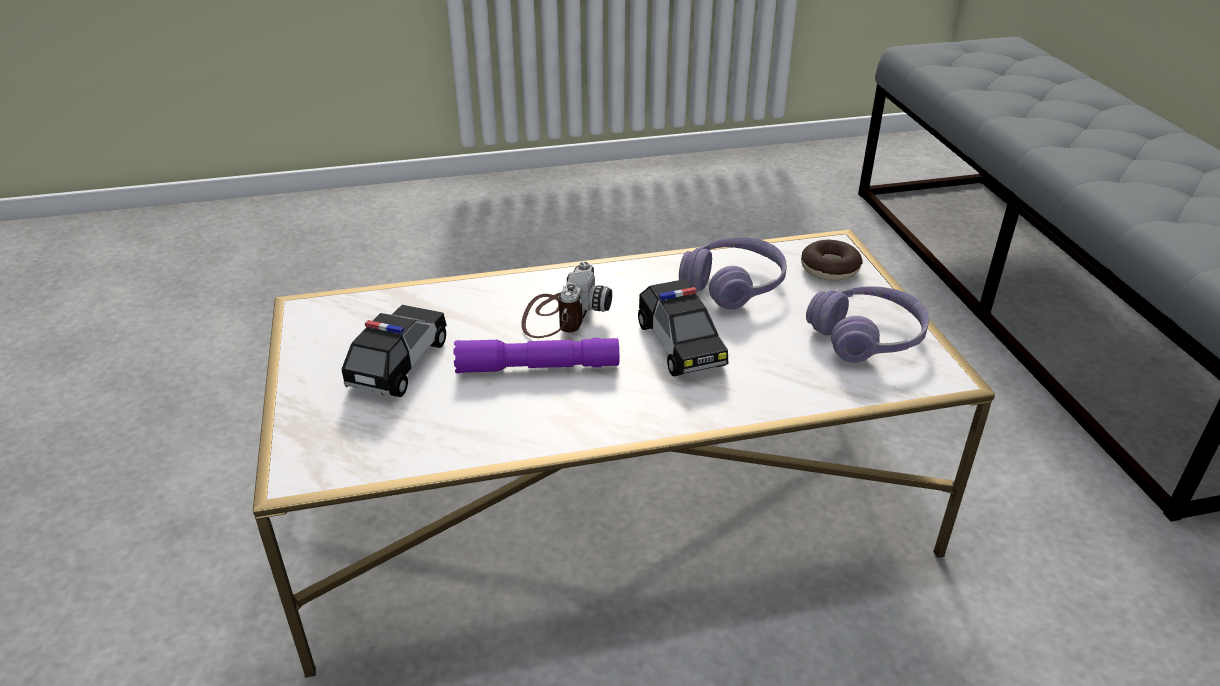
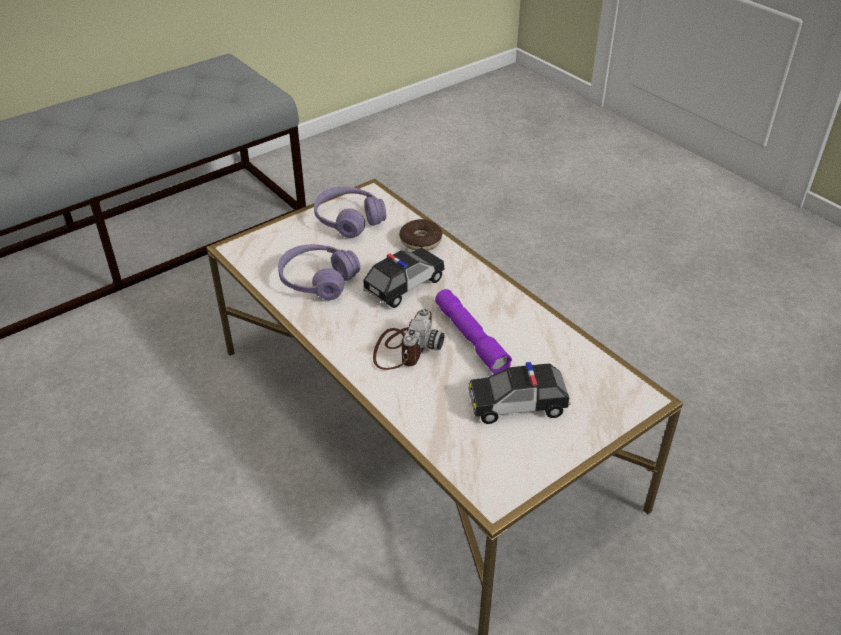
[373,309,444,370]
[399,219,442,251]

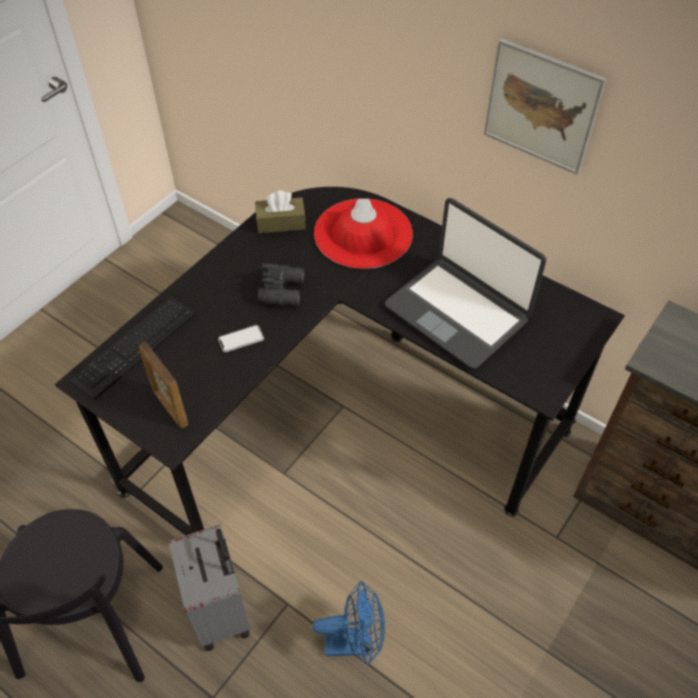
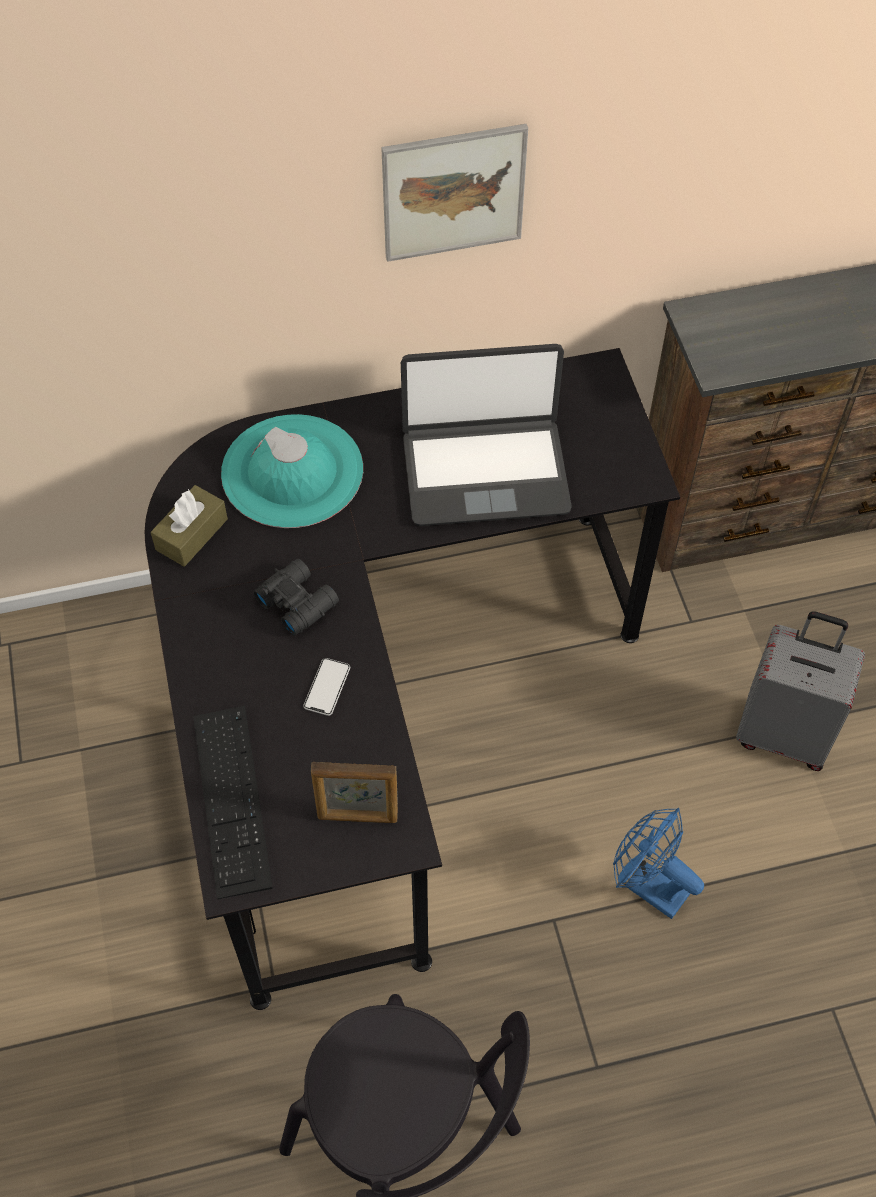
[736,611,865,771]
[613,808,704,919]
[221,414,363,528]

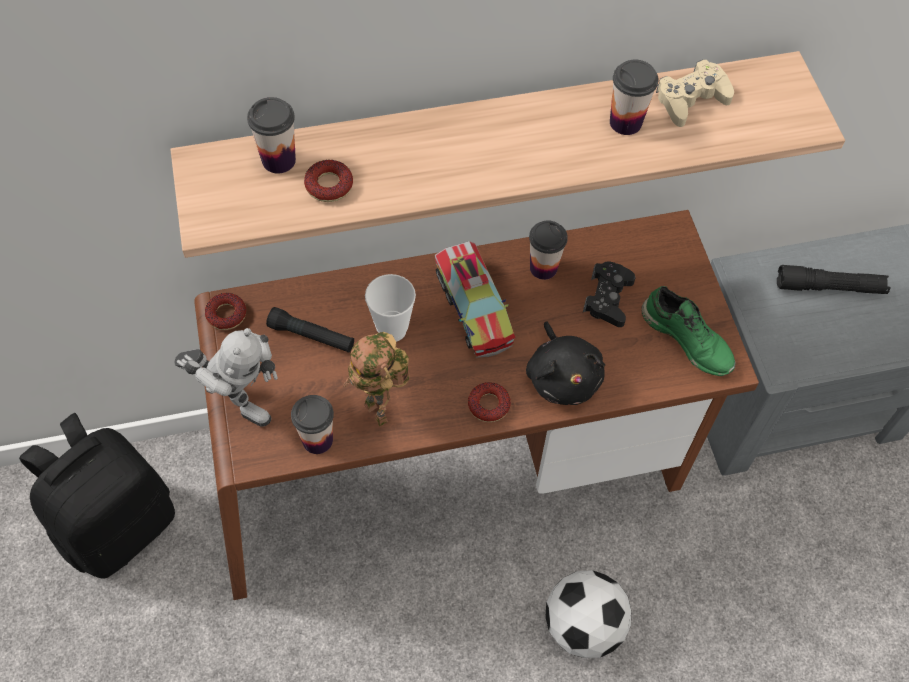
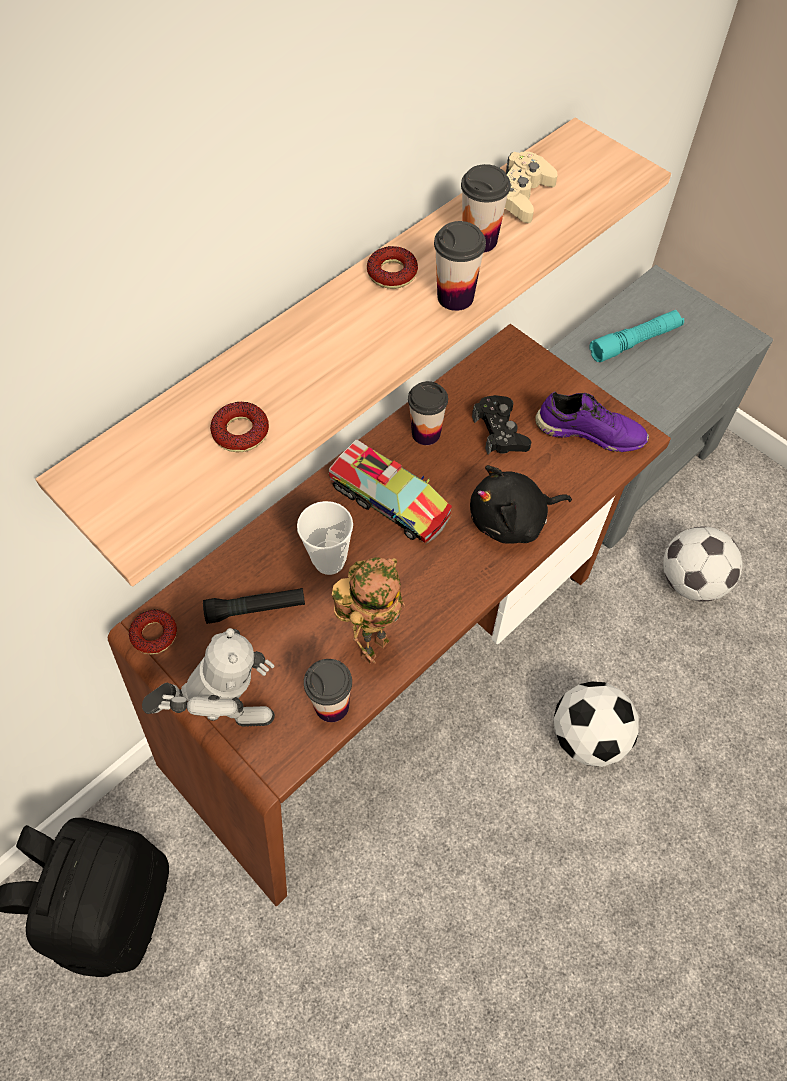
[434,221,486,311]
[332,557,405,664]
[367,246,418,289]
[470,465,572,544]
[535,392,649,452]
[590,310,684,362]
[663,526,742,602]

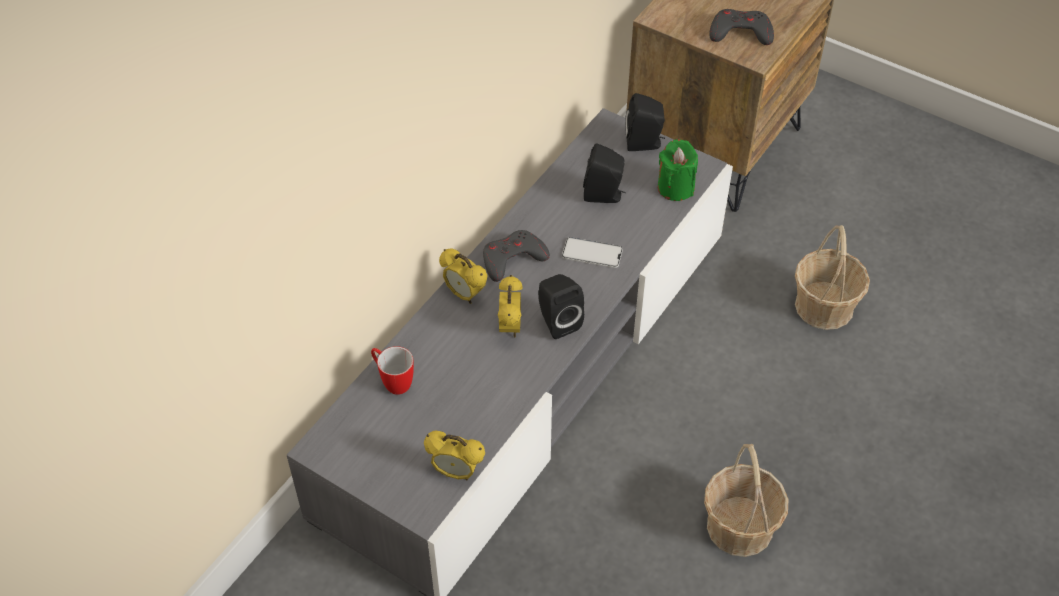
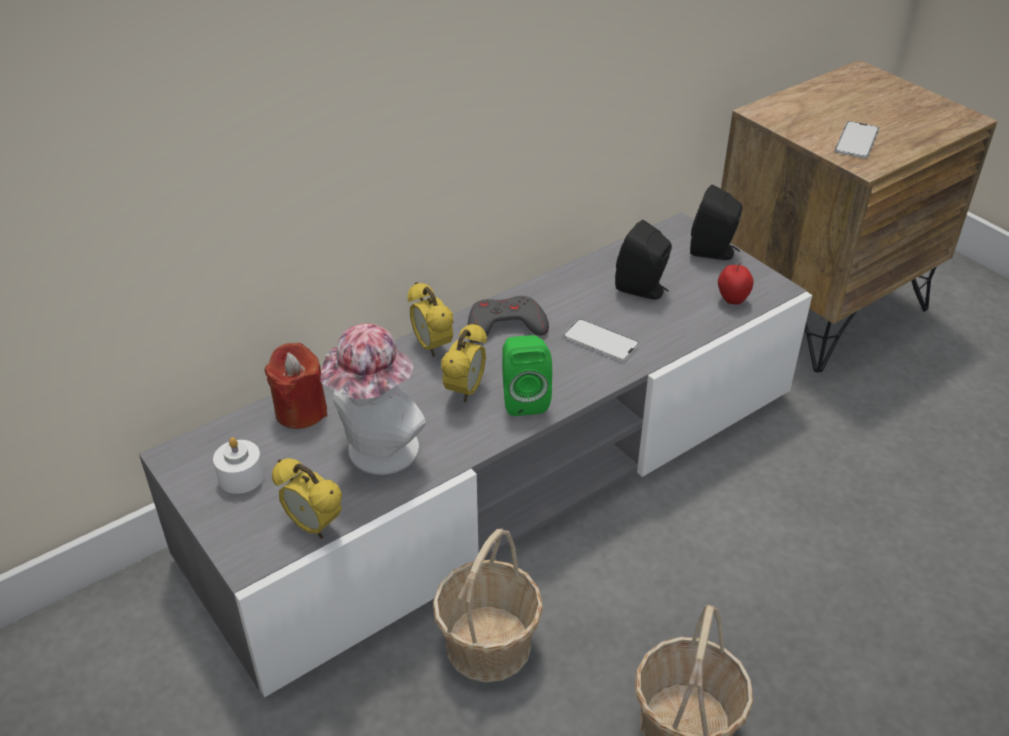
[264,343,327,429]
[502,335,552,416]
[718,263,754,305]
[835,121,879,158]
[433,529,543,683]
[213,437,264,494]
[320,323,426,475]

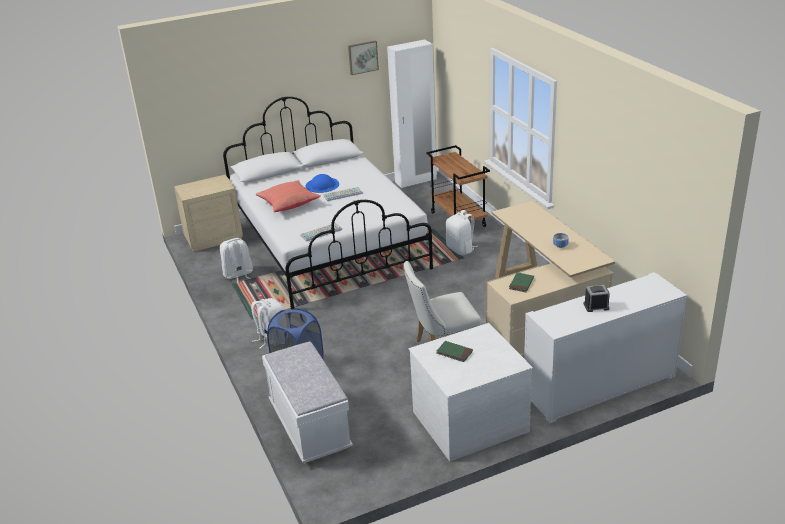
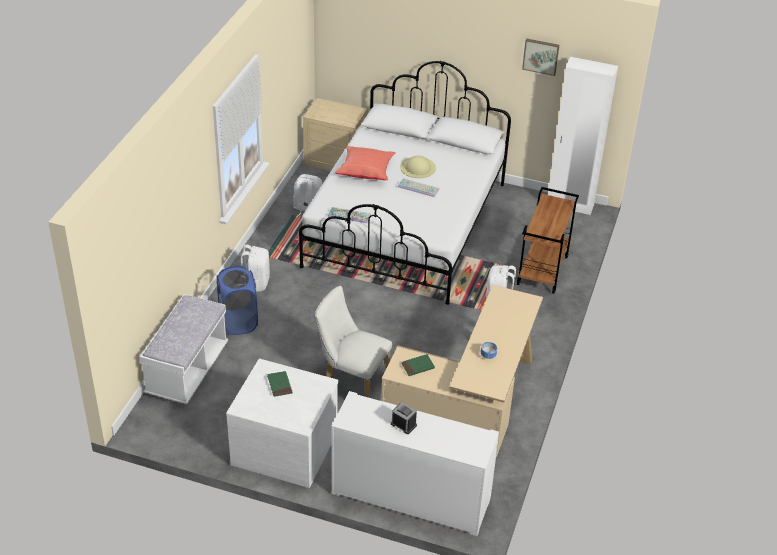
[400,156,436,178]

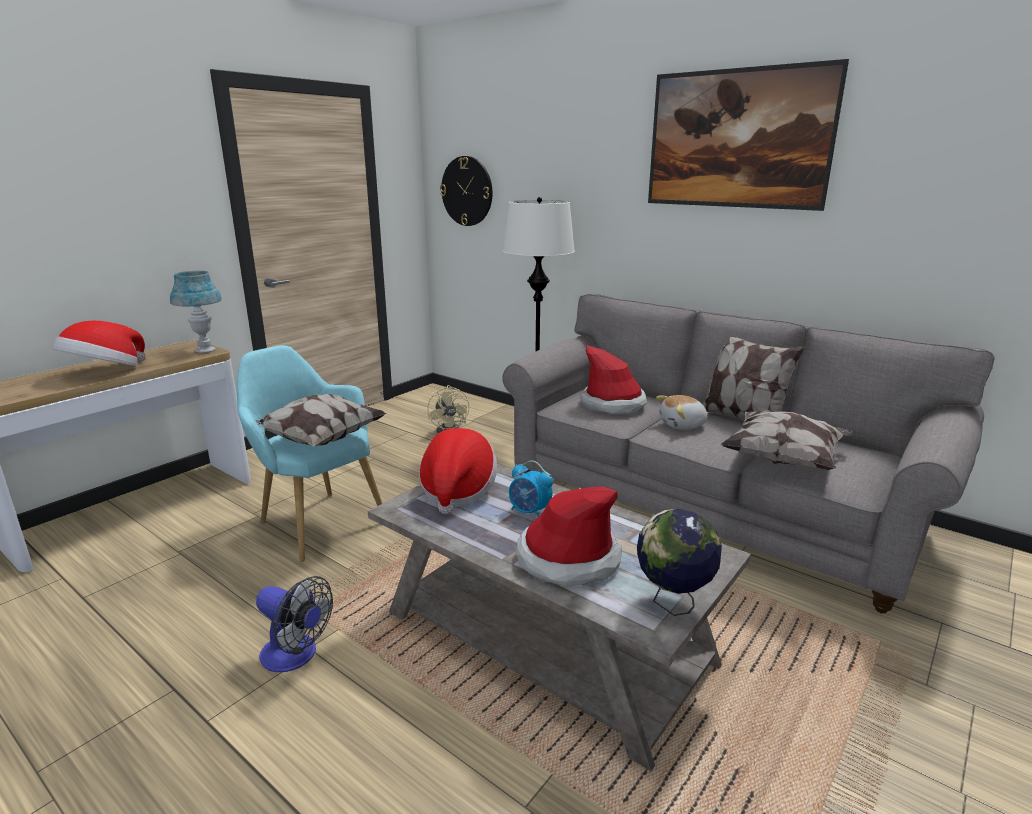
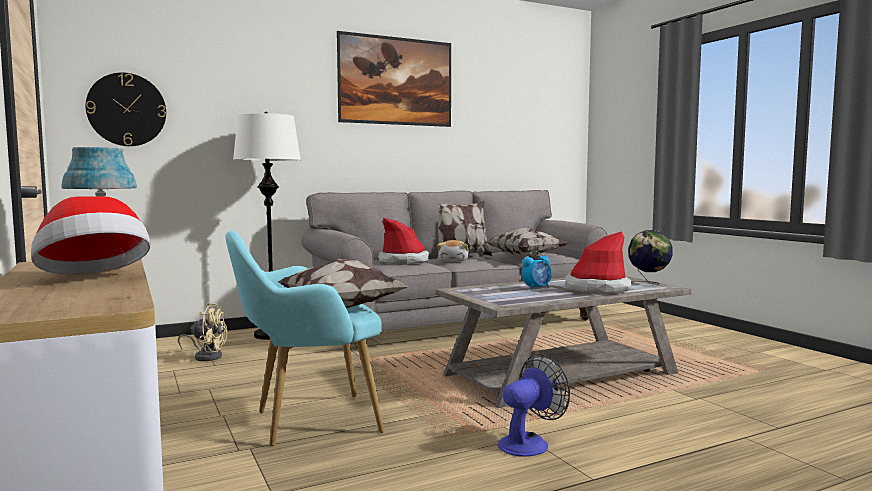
[419,428,497,514] (first image)

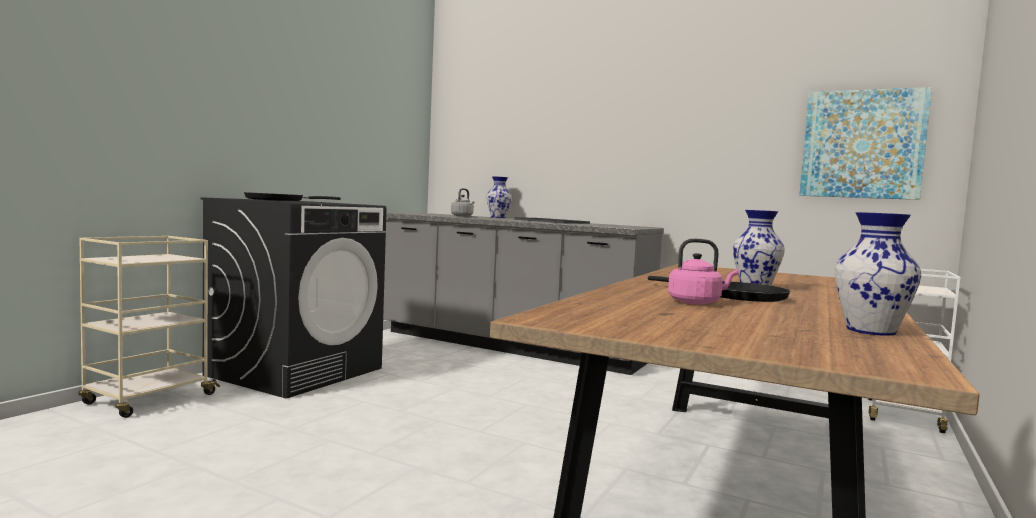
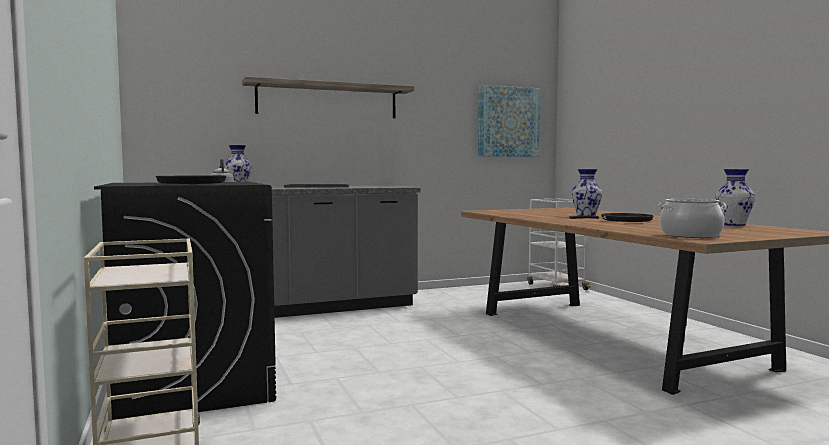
[668,239,739,305] (first image)
[242,77,414,118]
[658,199,727,238]

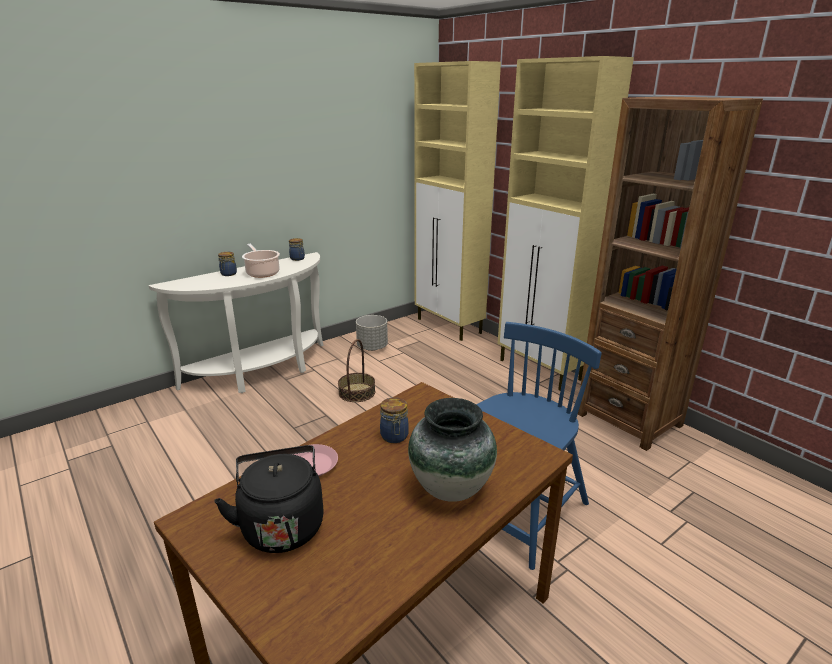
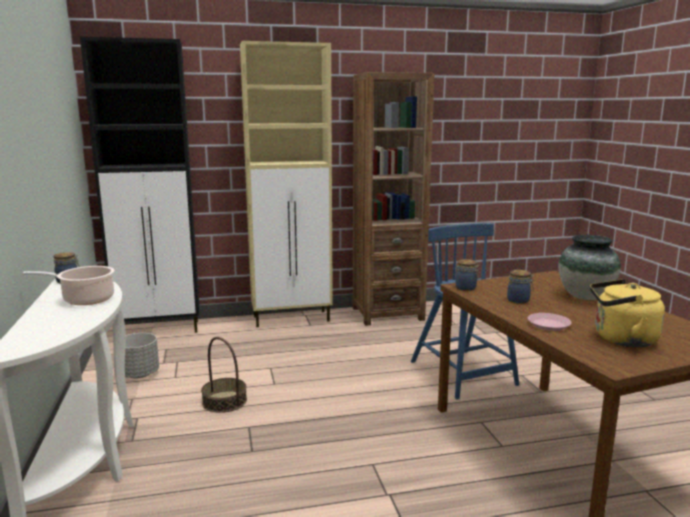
[590,279,665,347]
[456,259,479,291]
[80,37,199,333]

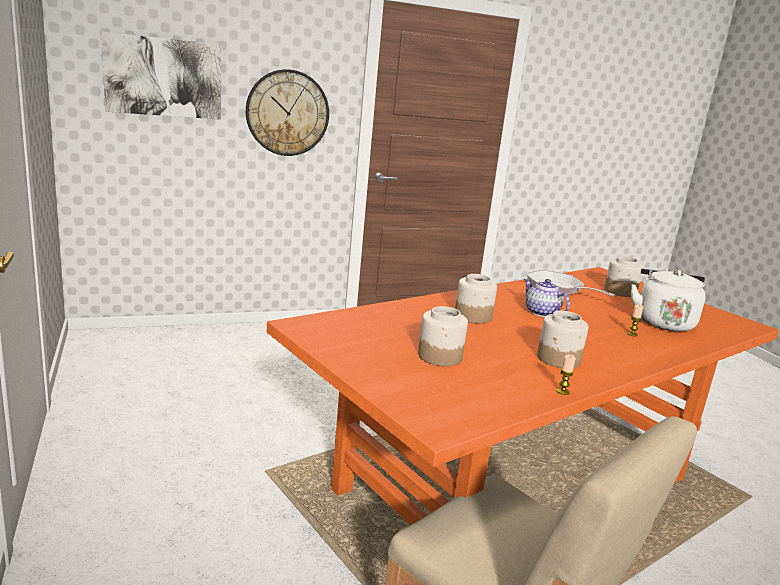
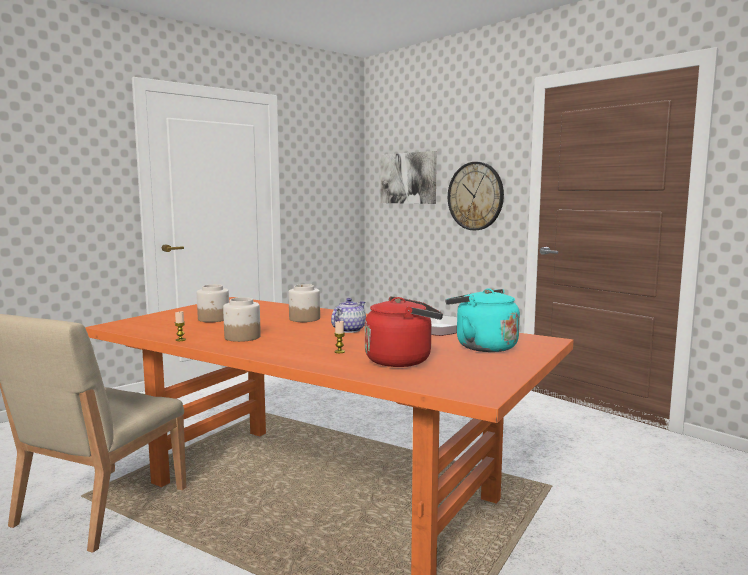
[445,288,520,352]
[365,296,443,367]

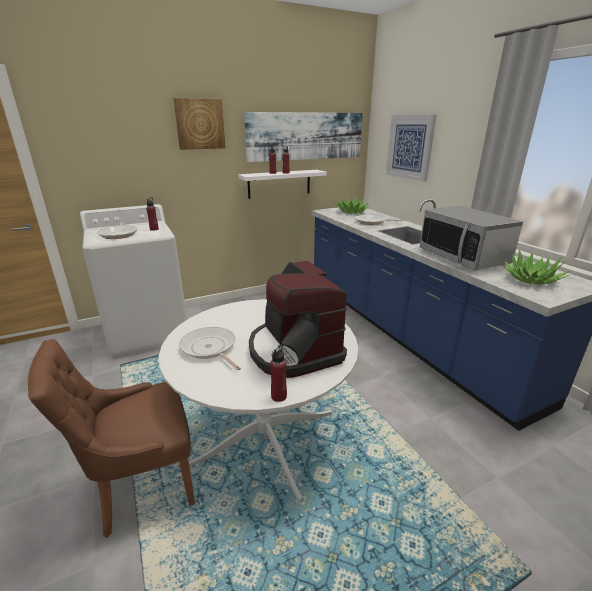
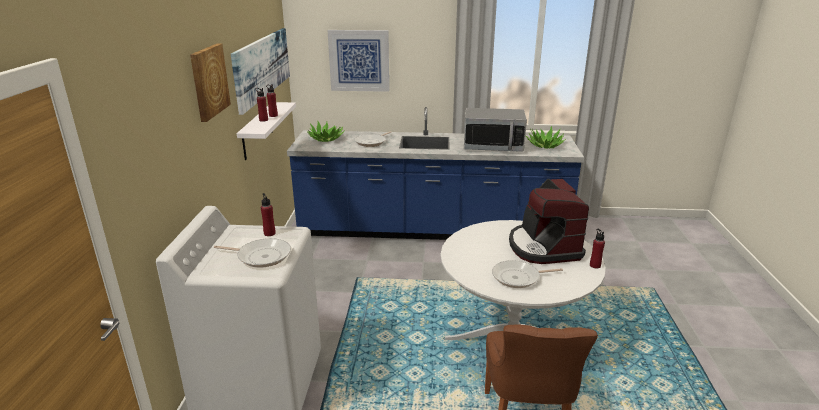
[509,179,589,264]

